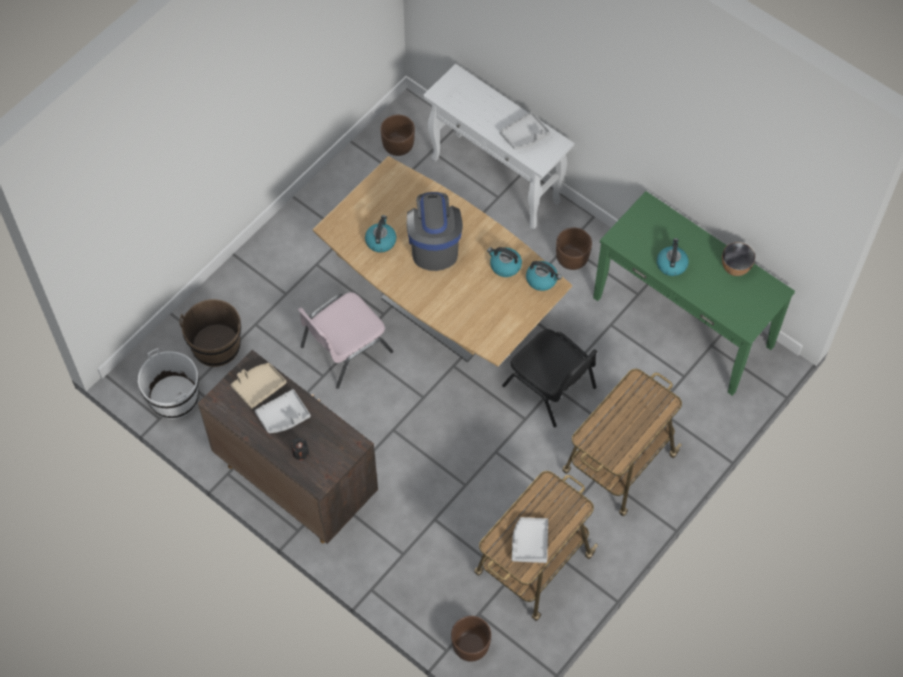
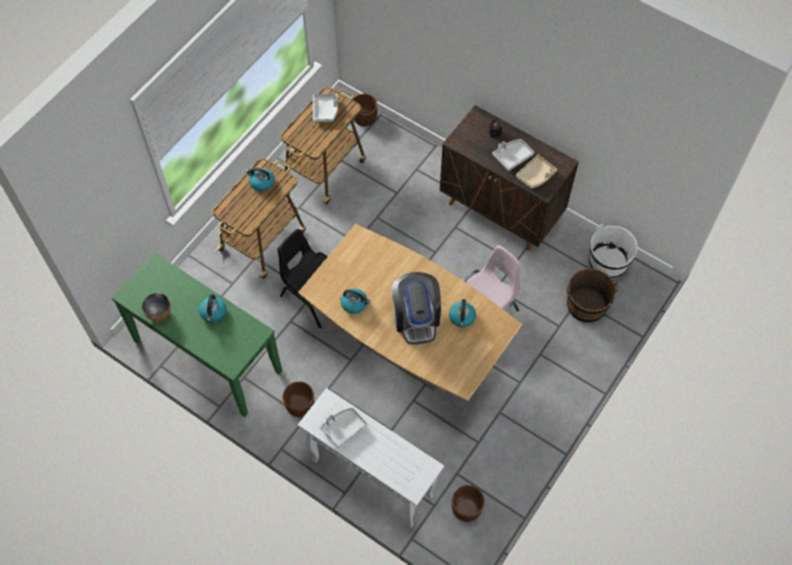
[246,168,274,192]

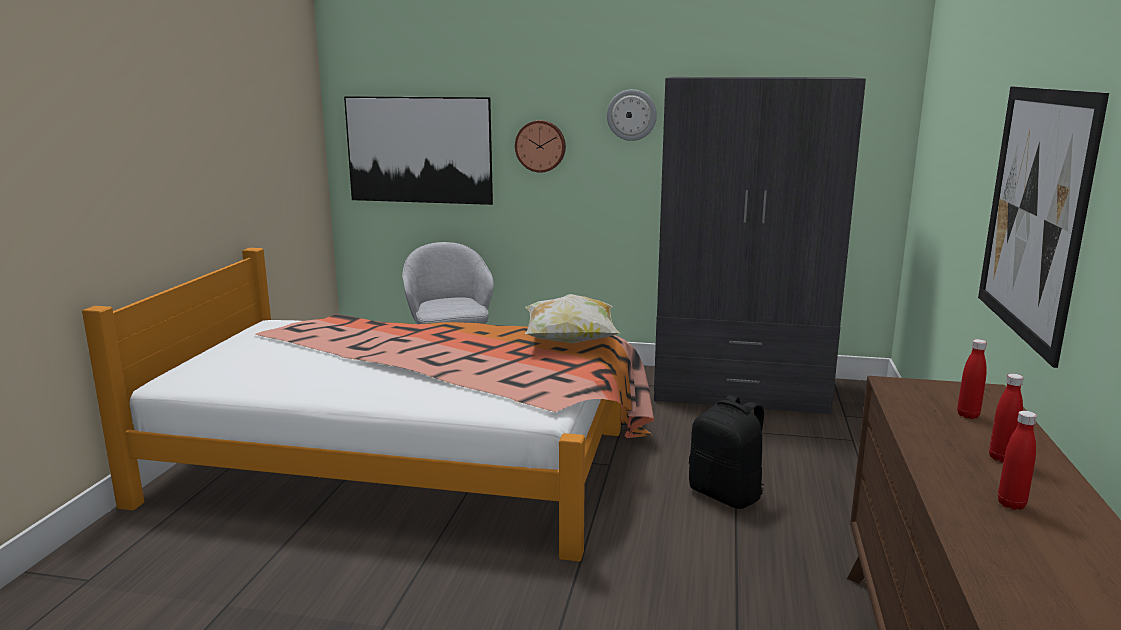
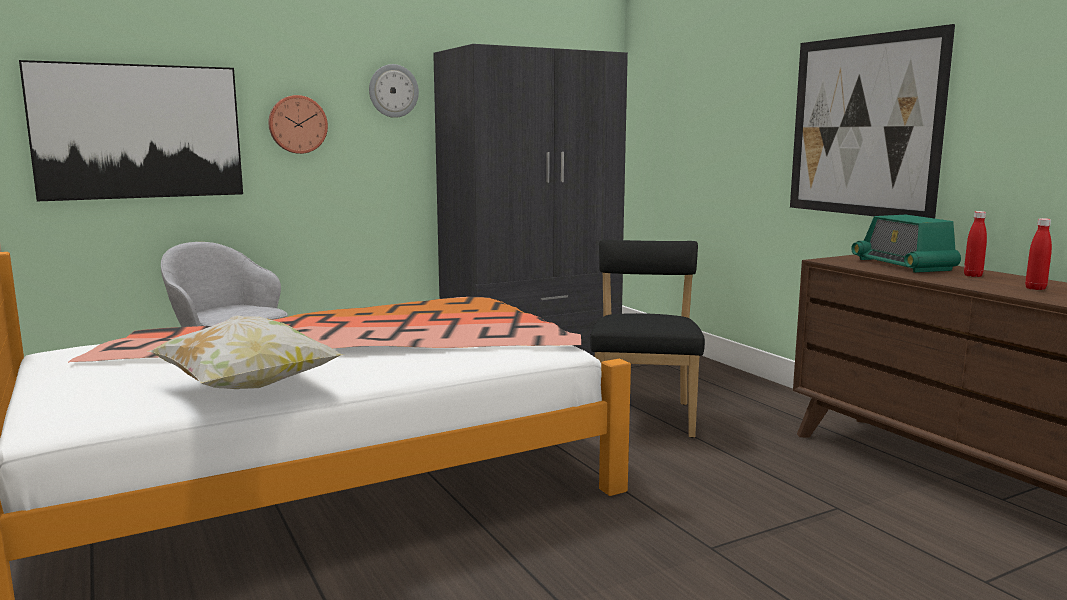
[148,316,344,389]
[590,239,705,438]
[851,215,961,273]

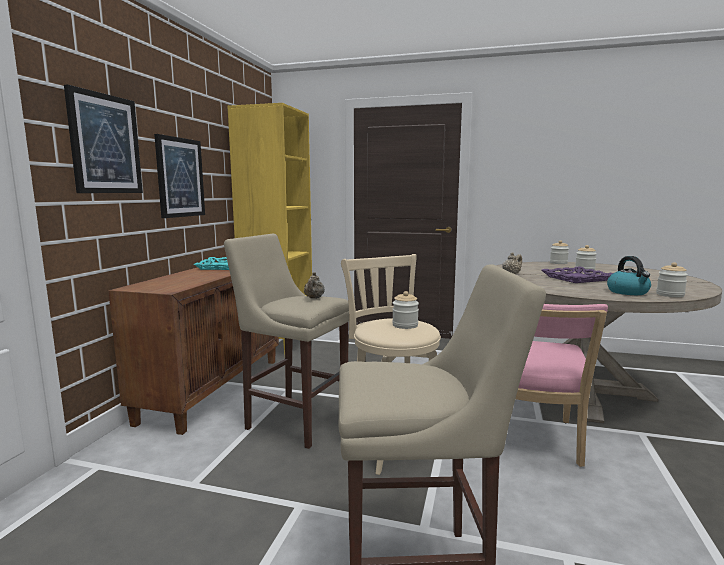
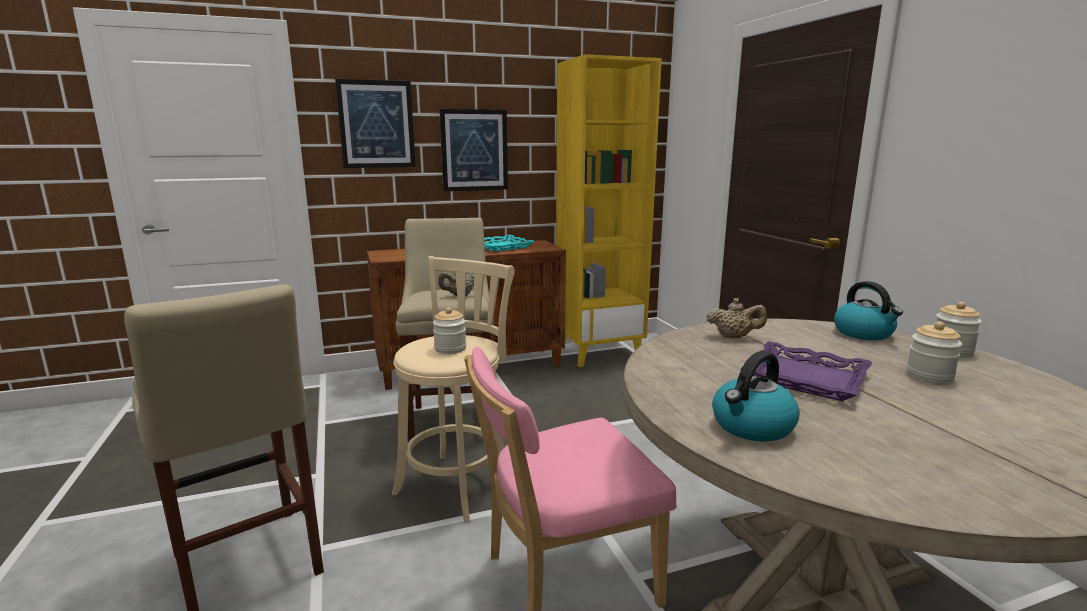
[656,262,688,297] (first image)
[834,281,903,340]

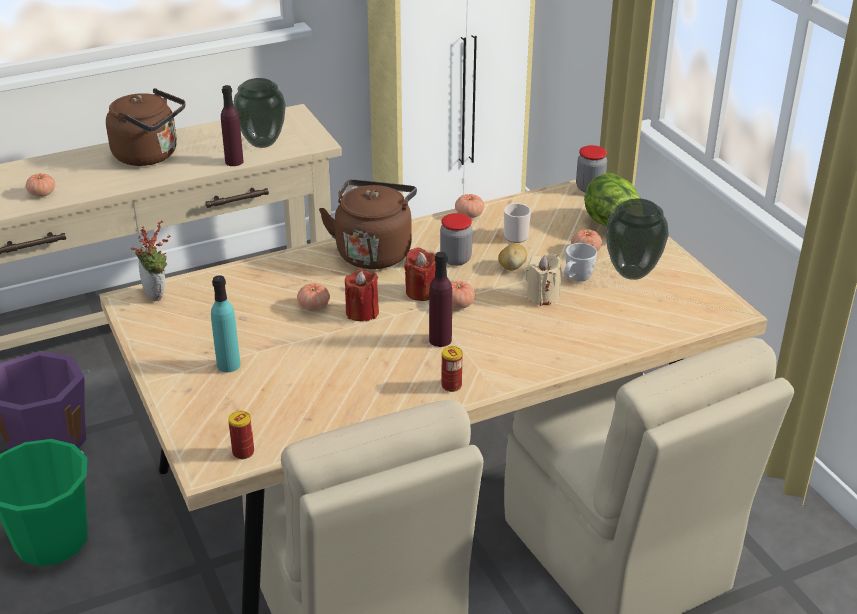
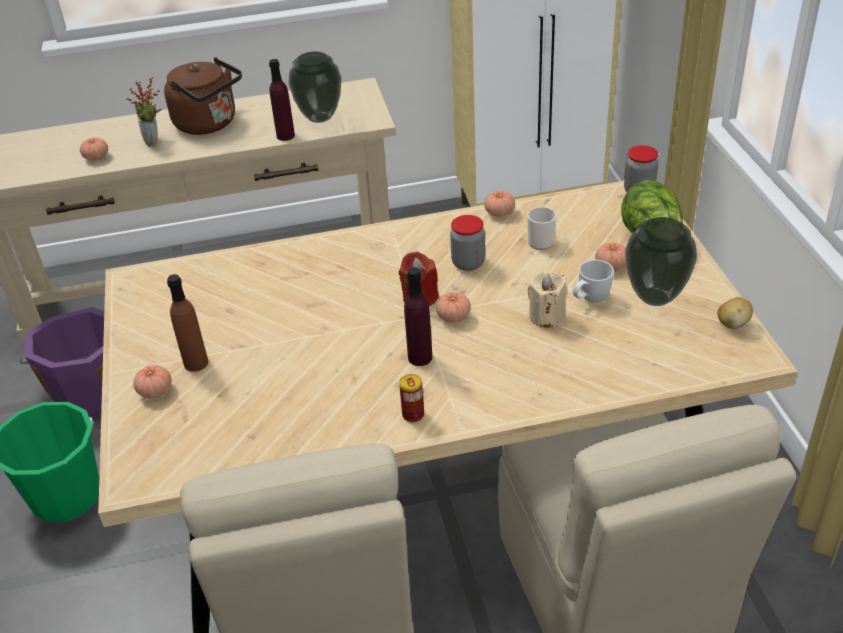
[126,76,161,147]
[167,274,208,372]
[228,411,254,459] (first image)
[133,365,172,398]
[319,180,417,269] (first image)
[345,269,379,322] (first image)
[717,297,753,329]

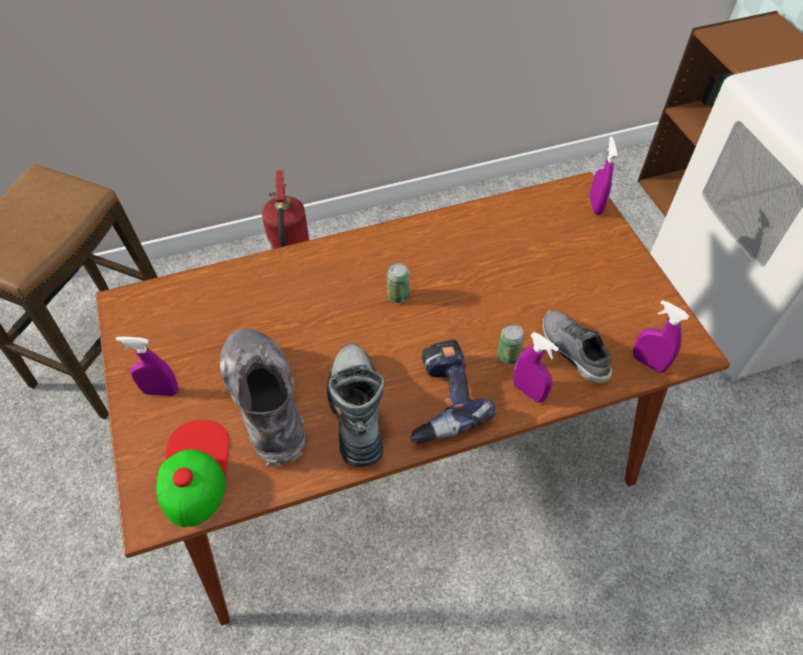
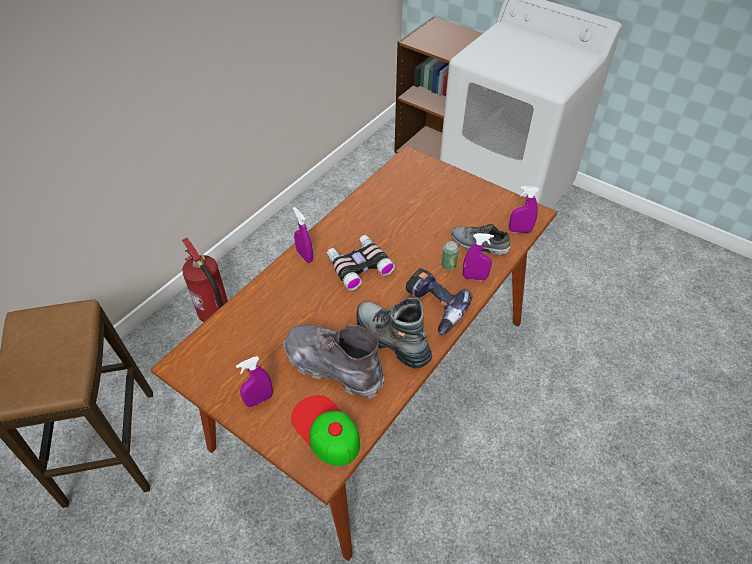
[327,235,395,291]
[293,207,313,263]

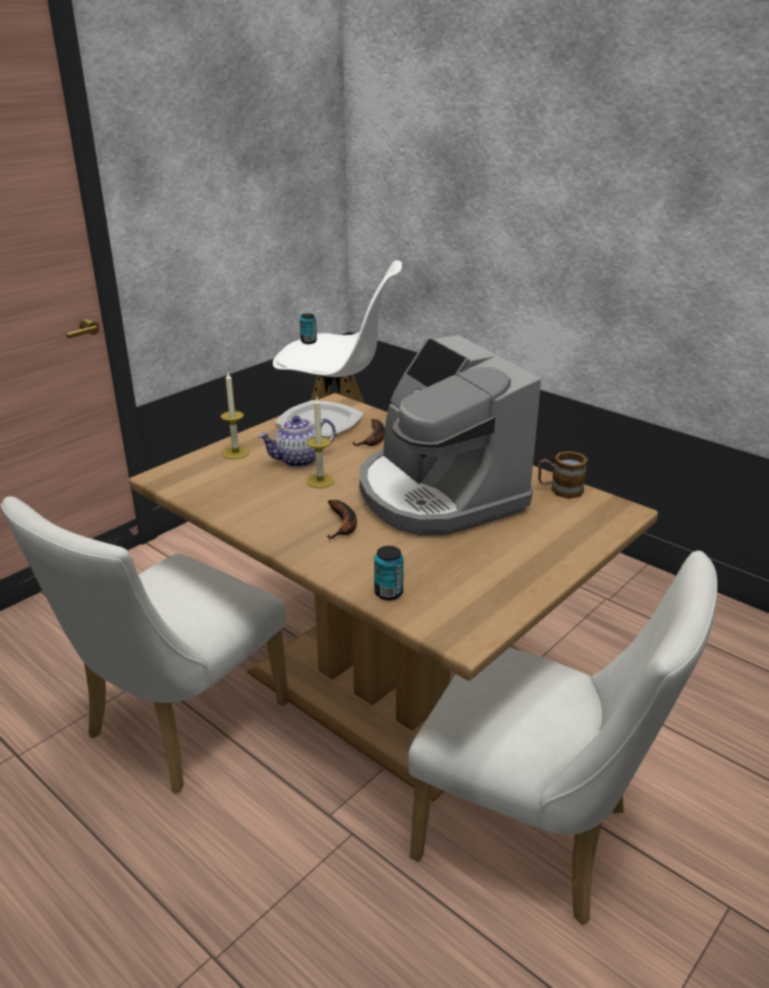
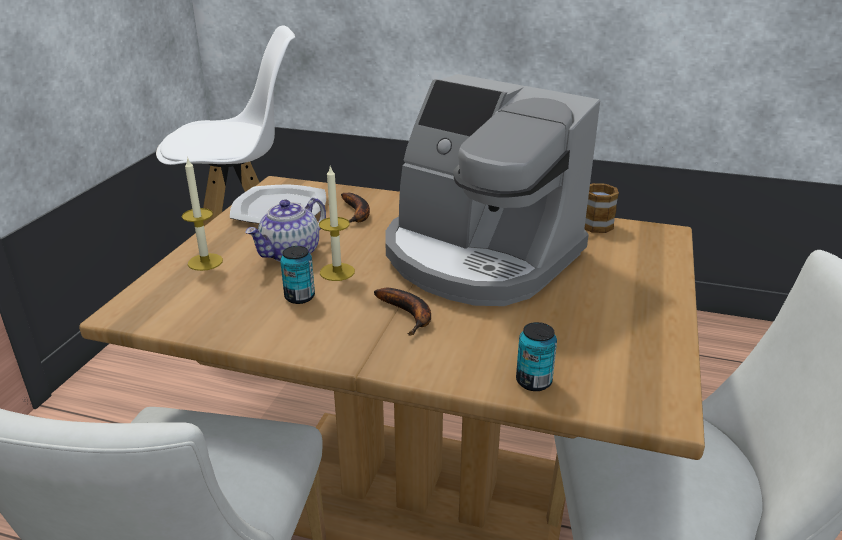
[280,246,315,304]

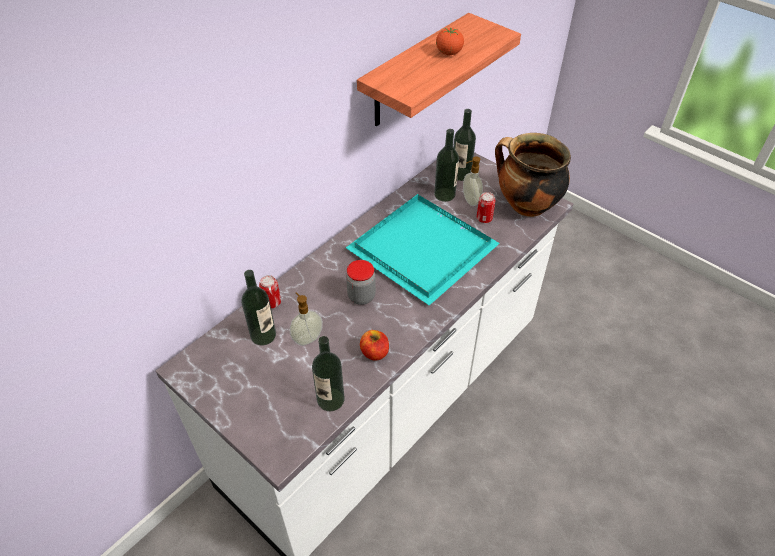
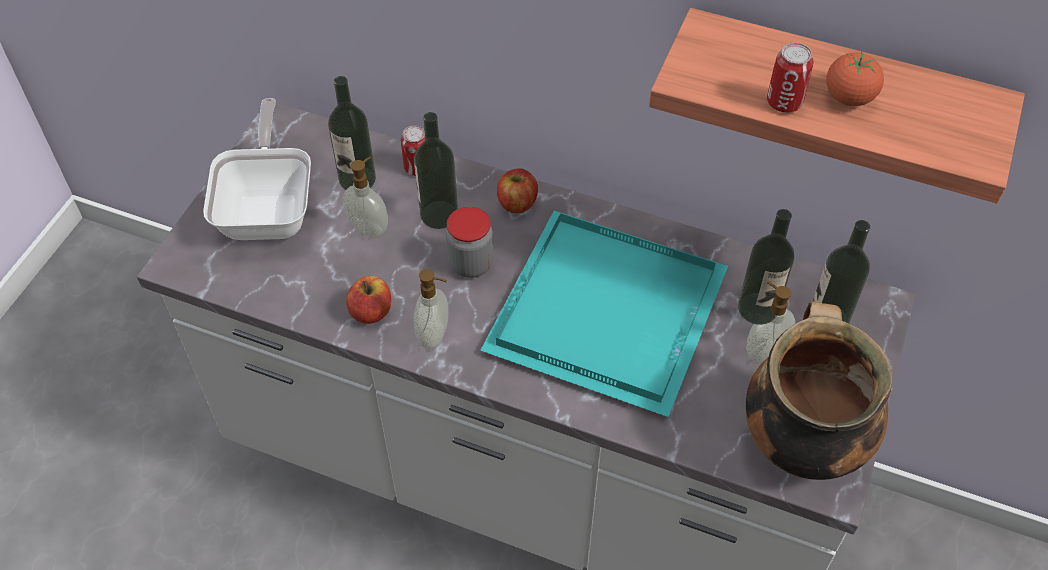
[414,112,458,229]
[767,43,814,113]
[203,98,311,240]
[413,269,448,349]
[497,168,538,213]

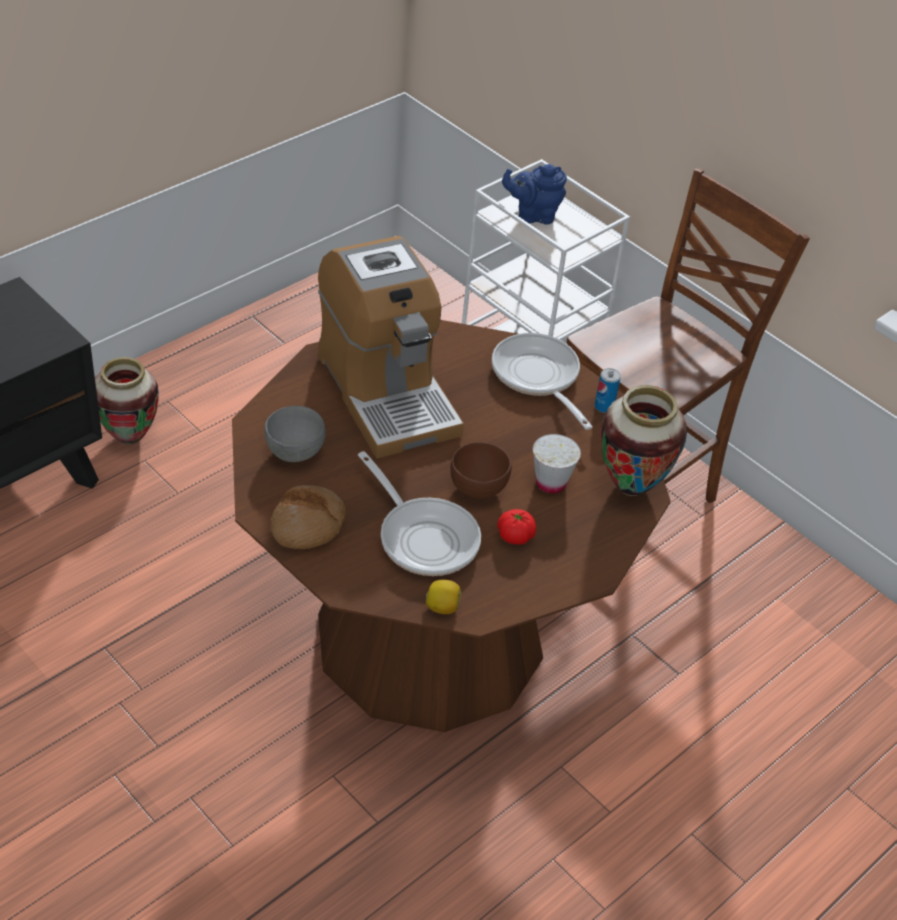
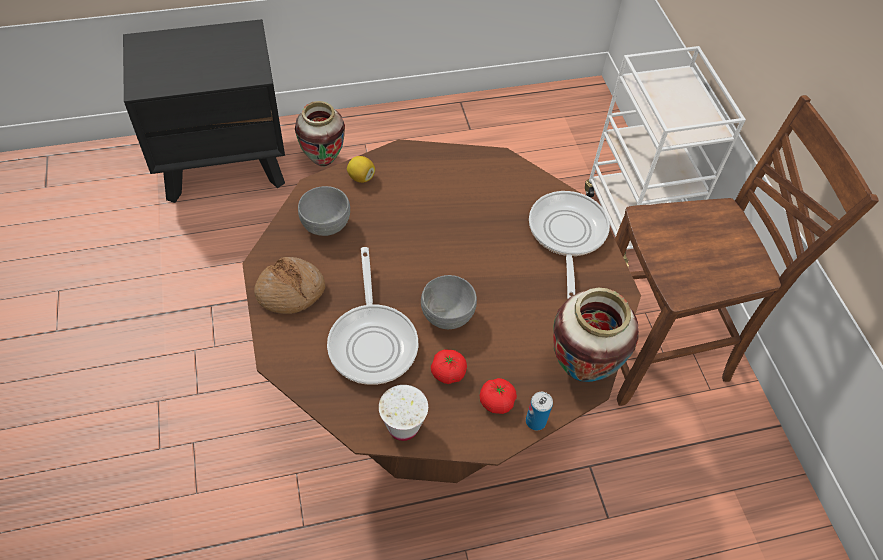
[318,236,464,459] (first image)
[347,156,375,183]
[421,275,477,329]
[502,164,567,224] (first image)
[379,385,428,441]
[526,392,553,430]
[480,378,517,414]

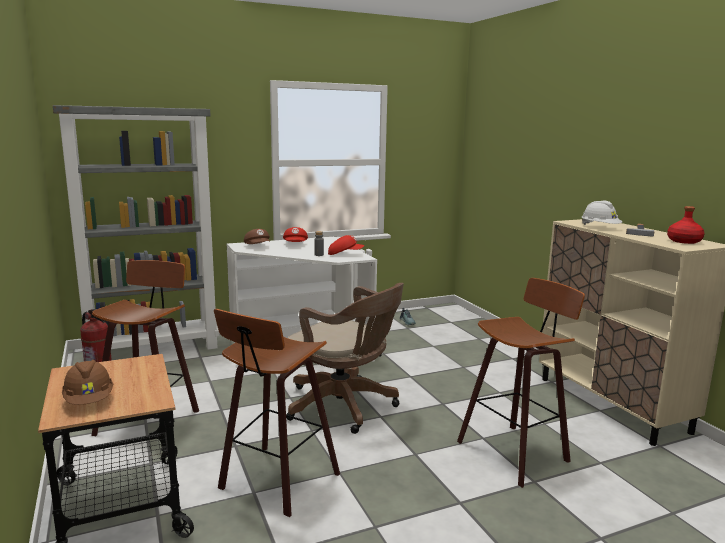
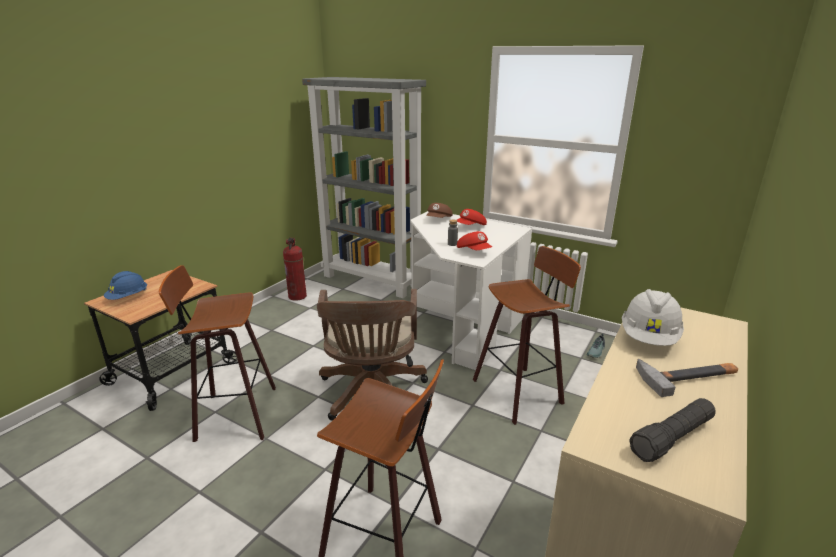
[104,271,147,300]
[473,246,581,425]
[629,398,716,462]

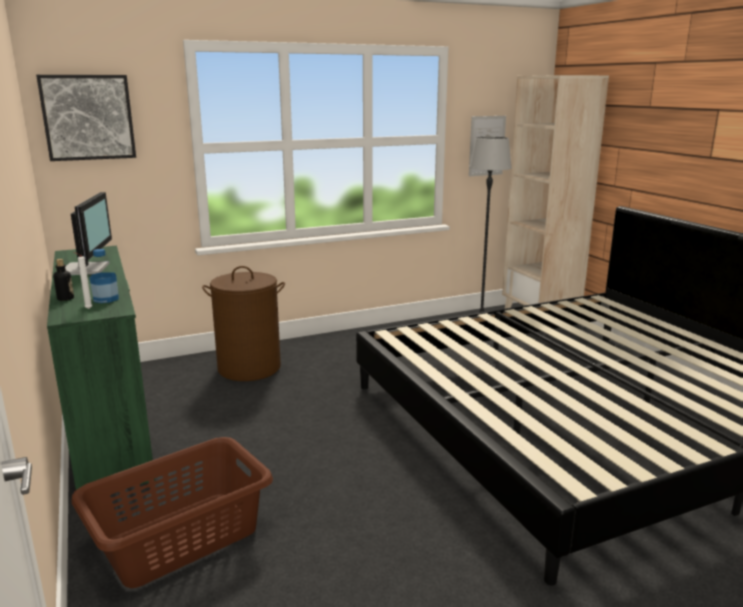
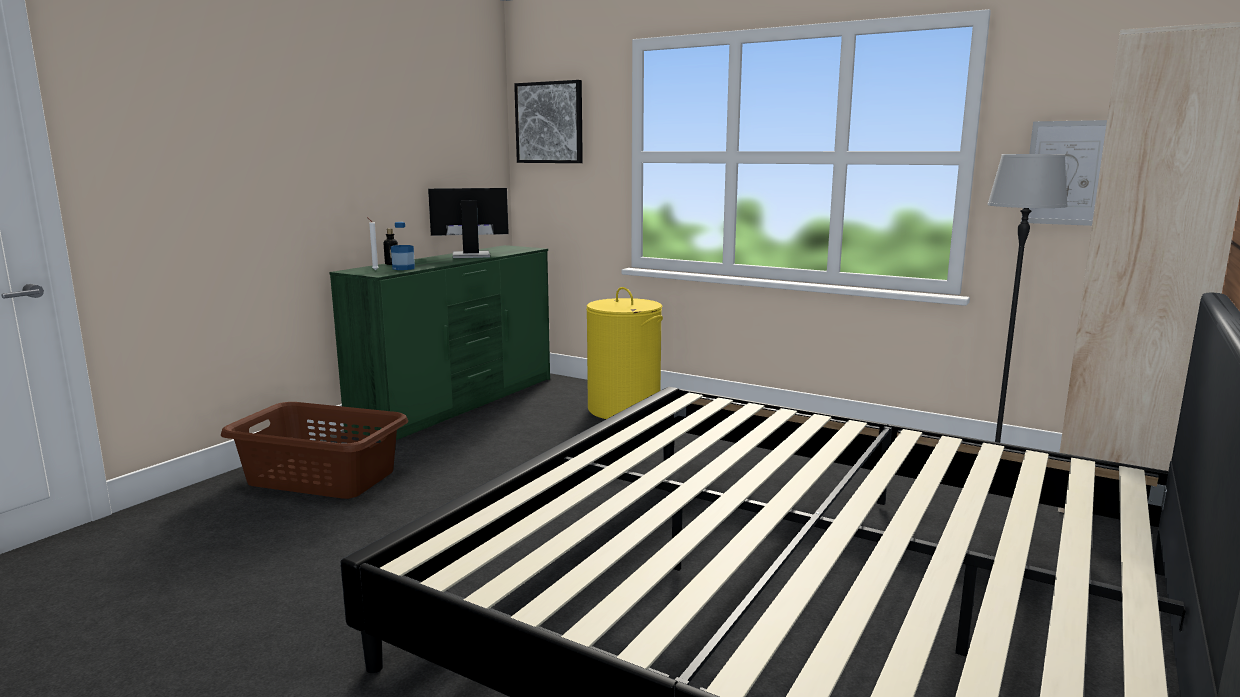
[428,188,509,258]
[586,287,663,419]

